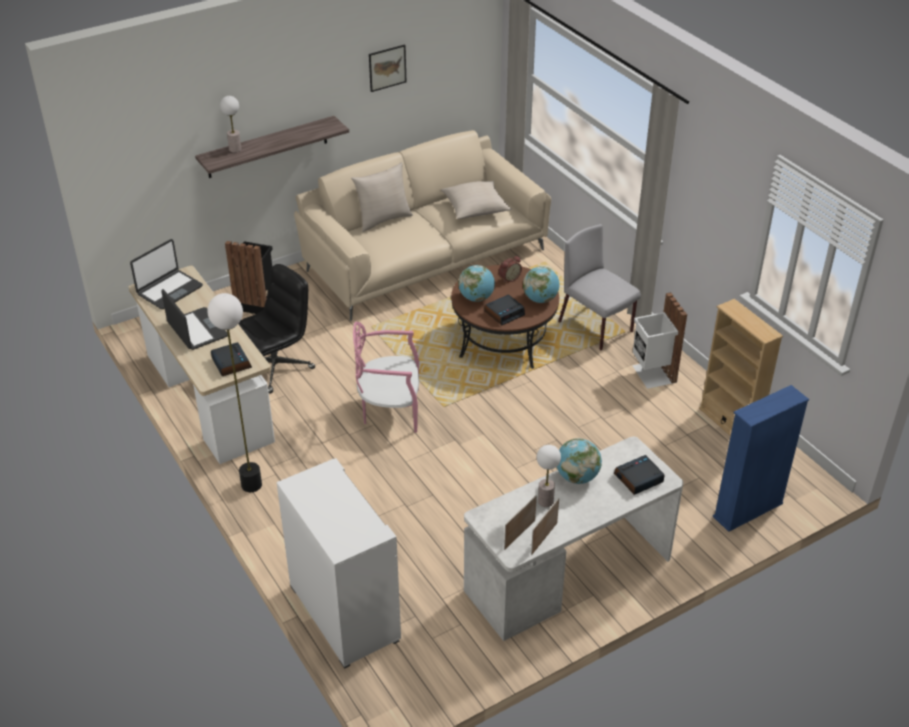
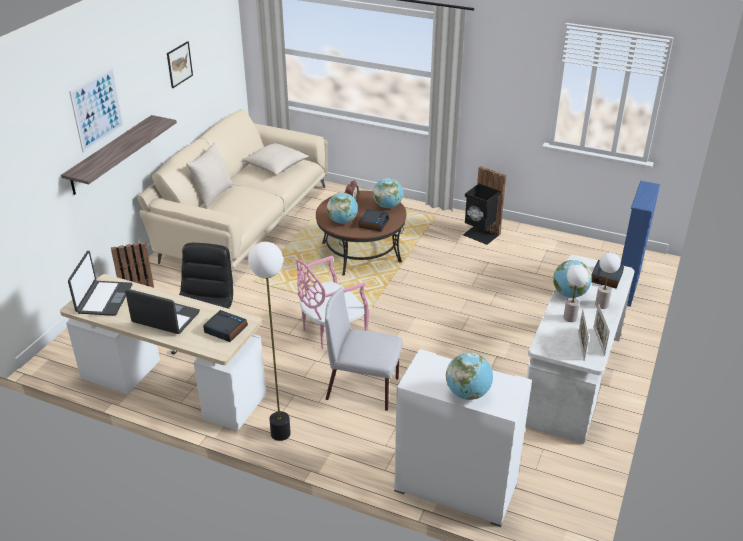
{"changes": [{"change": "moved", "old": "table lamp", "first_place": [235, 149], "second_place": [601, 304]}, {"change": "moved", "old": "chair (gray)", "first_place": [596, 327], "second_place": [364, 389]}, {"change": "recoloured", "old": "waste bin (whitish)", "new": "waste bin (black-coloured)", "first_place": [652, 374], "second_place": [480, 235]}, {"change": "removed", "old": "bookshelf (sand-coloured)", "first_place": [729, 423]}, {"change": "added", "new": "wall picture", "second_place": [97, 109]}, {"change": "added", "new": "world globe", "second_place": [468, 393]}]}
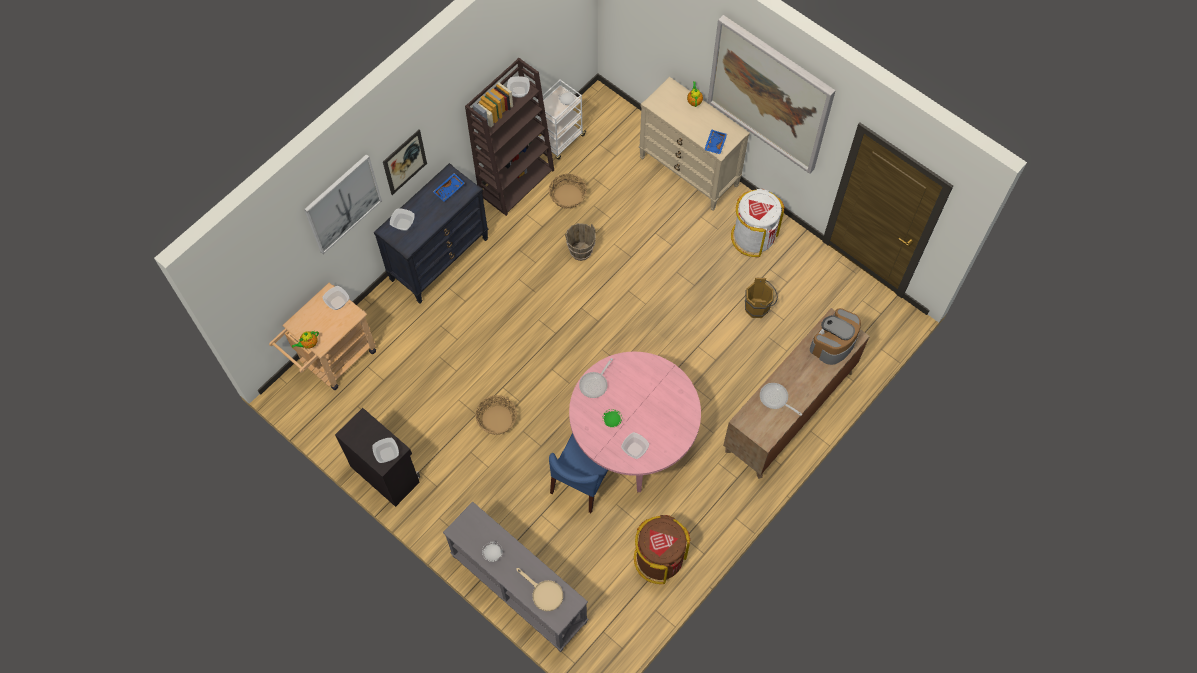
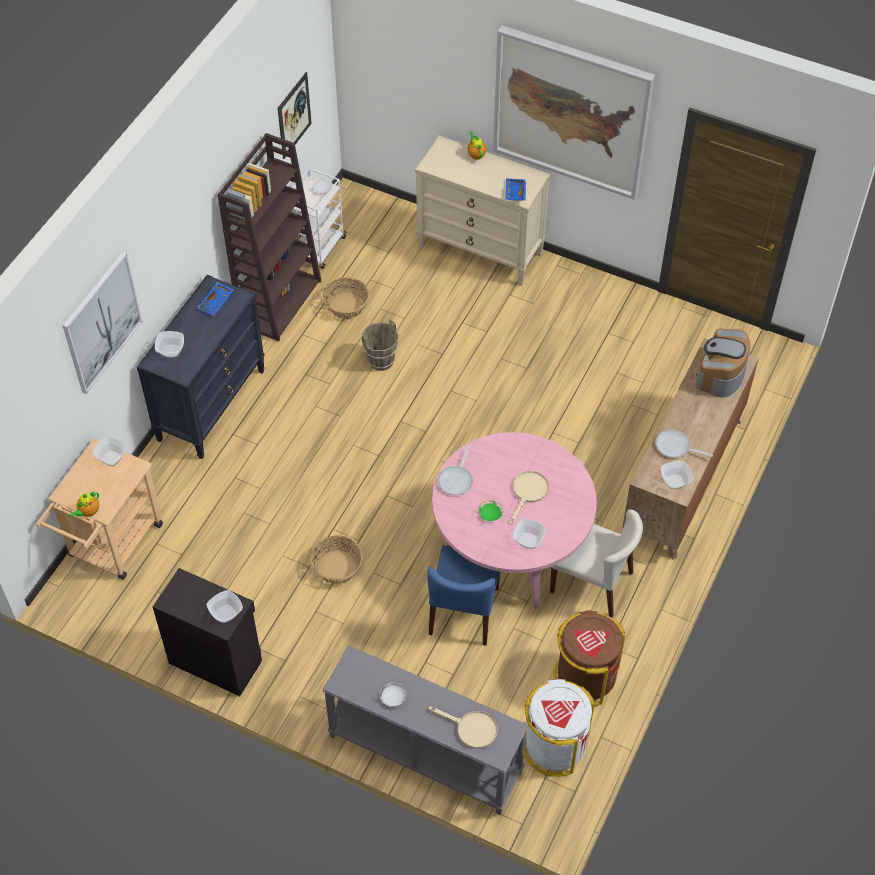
{"changes": [{"change": "moved", "old": "deep dish", "first_place": [518, 92], "second_place": [674, 481]}, {"change": "moved", "old": "wall picture", "first_place": [405, 162], "second_place": [294, 115]}, {"change": "moved", "old": "waste bin (whitish)", "first_place": [753, 236], "second_place": [554, 745]}, {"change": "removed", "old": "bucket (brownish)", "first_place": [758, 308]}, {"change": "added", "new": "frying pan (sand-coloured)", "second_place": [528, 493]}, {"change": "added", "new": "chair (sand-coloured)", "second_place": [592, 582]}]}
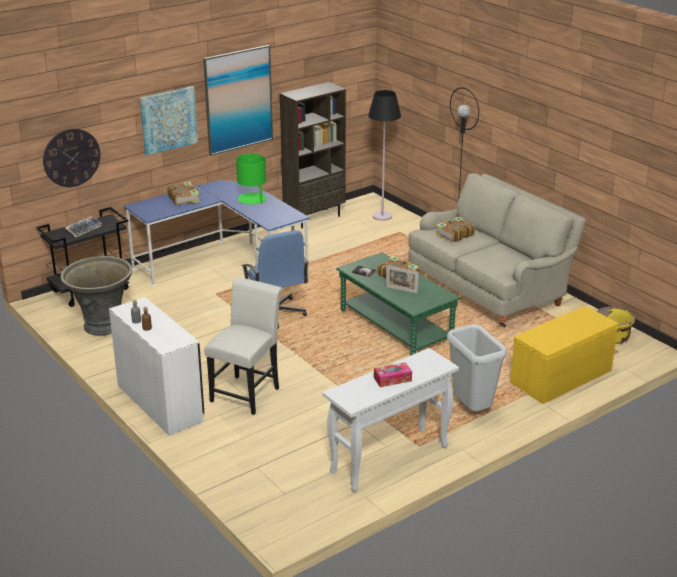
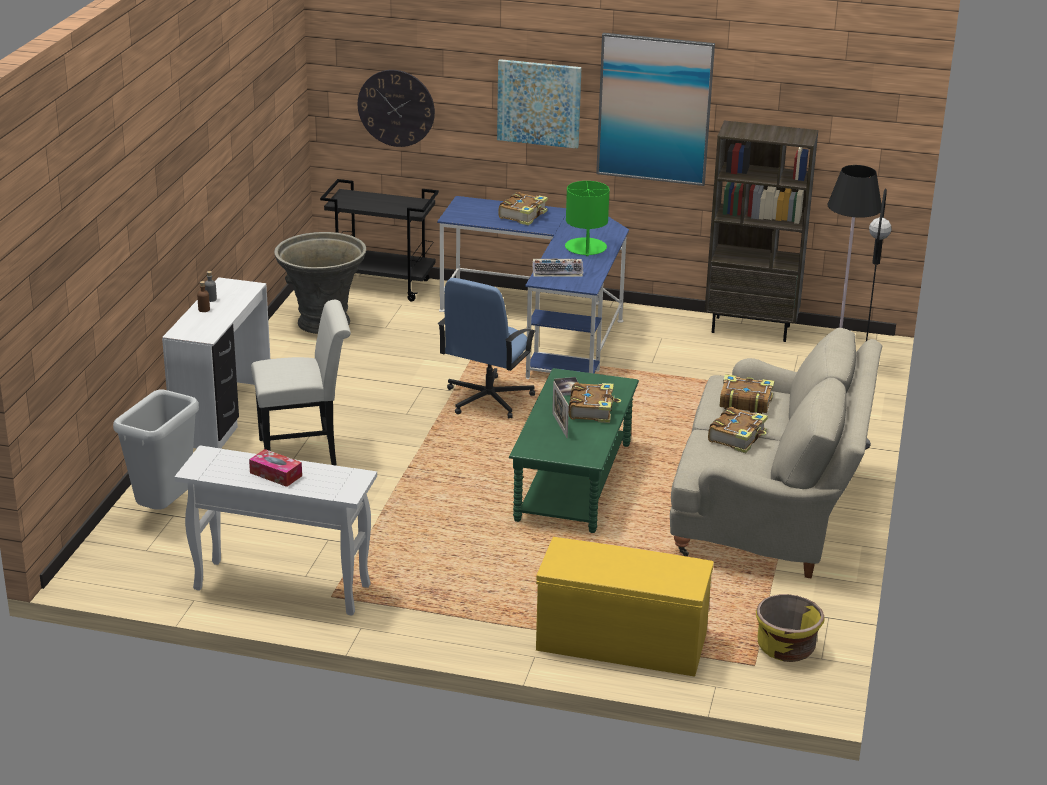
{"changes": [{"change": "moved", "old": "computer keyboard", "first_place": [84, 229], "second_place": [558, 271]}, {"change": "moved", "old": "waste bin (gray)", "first_place": [472, 410], "second_place": [165, 510]}, {"change": "added", "new": "volume", "second_place": [738, 437]}]}
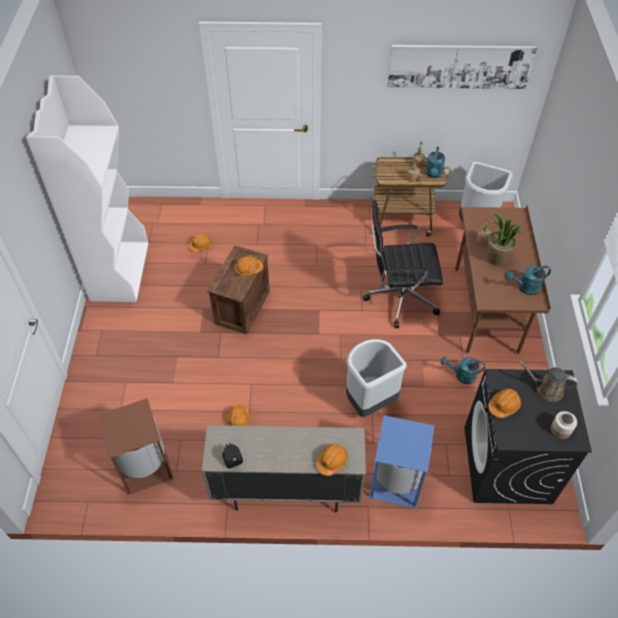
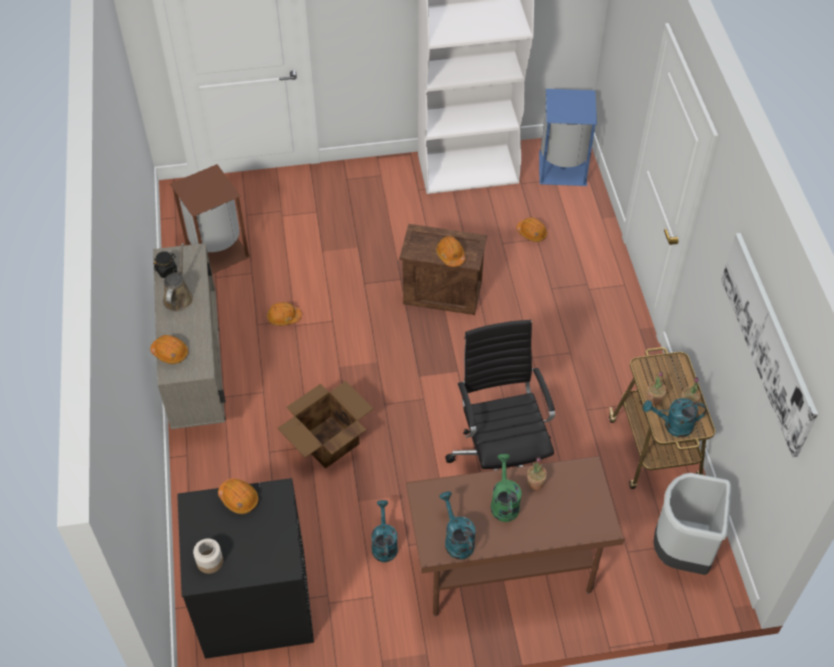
{"changes": [{"change": "replaced", "old": "plant in a pot", "new": "watering can (green)", "first_place": [496, 259], "second_place": [504, 502]}, {"change": "replaced", "old": "waste bin (gray)", "new": "cardboard box", "first_place": [369, 401], "second_place": [327, 442]}, {"change": "moved", "old": "watering can (brownish)", "first_place": [546, 389], "second_place": [178, 297]}, {"change": "moved", "old": "waste bin (bluish)", "first_place": [395, 480], "second_place": [563, 168]}]}
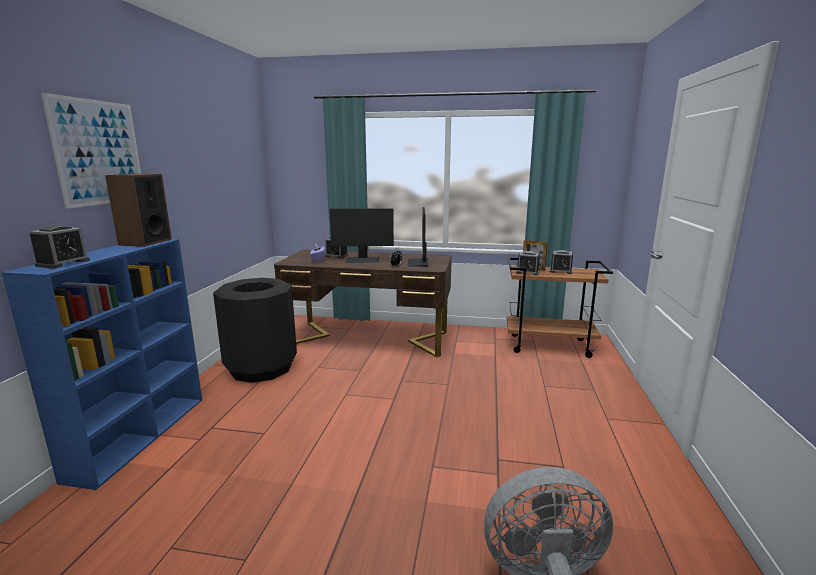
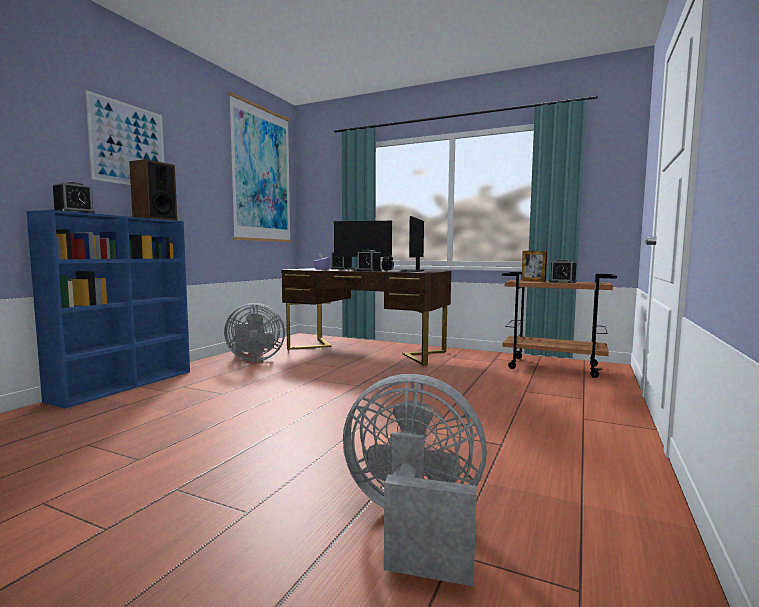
{"changes": [{"change": "moved", "old": "alarm clock", "first_place": [527, 272], "second_place": [369, 271]}, {"change": "replaced", "old": "waste bin (black-coloured)", "new": "electric fan (gray)", "first_place": [261, 368], "second_place": [254, 359]}, {"change": "added", "new": "wall picture", "second_place": [261, 175]}]}
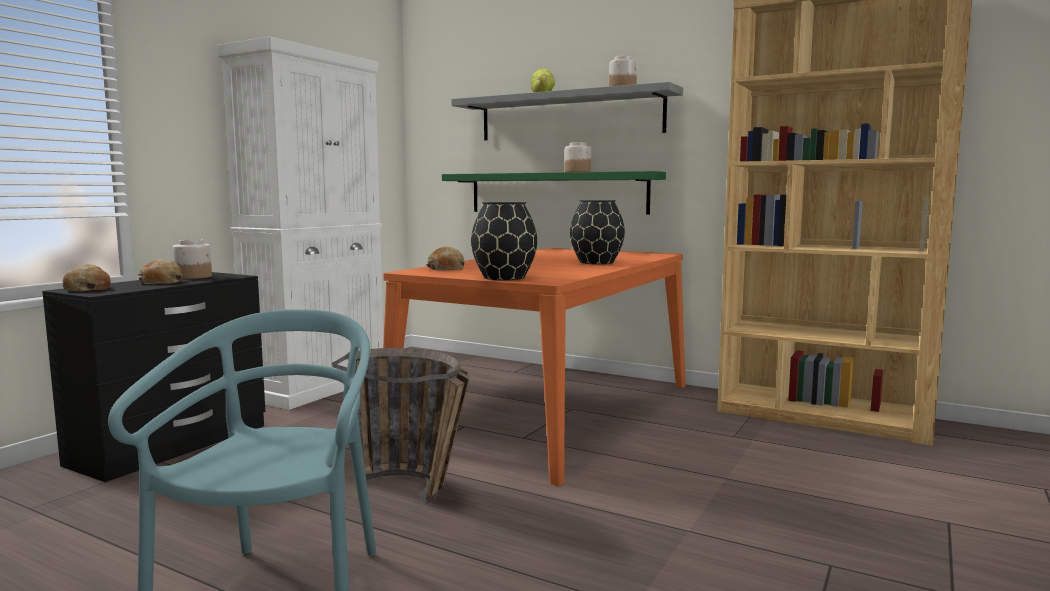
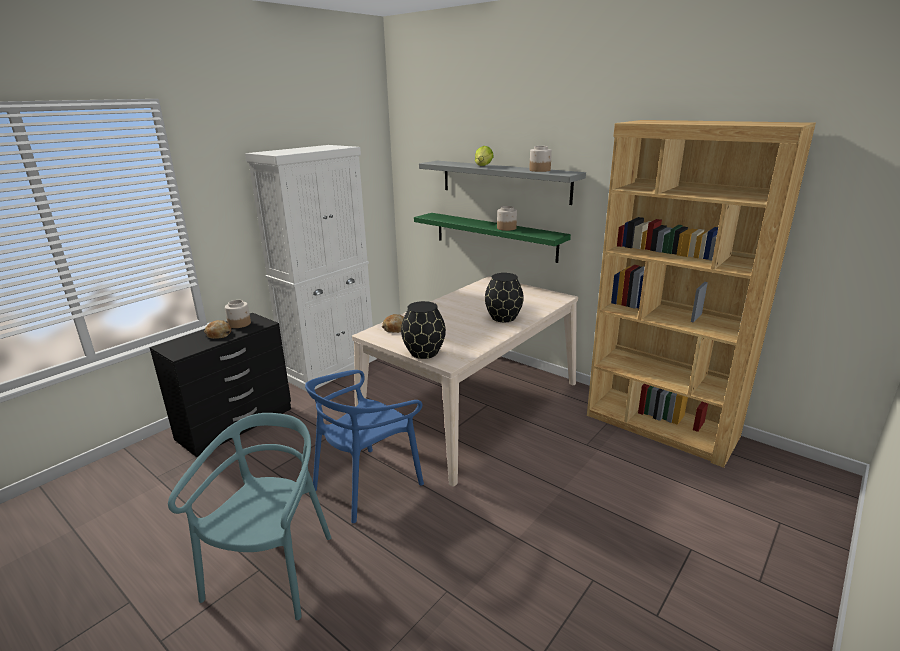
{"changes": [{"change": "recoloured", "old": "dinner table (orange)", "new": "dinner table (sand-coloured)", "first_place": [551, 411], "second_place": [473, 406]}, {"change": "removed", "old": "baked bread", "first_place": [87, 289]}, {"change": "replaced", "old": "storage basket", "new": "chair (bluish)", "first_place": [417, 492], "second_place": [367, 484]}]}
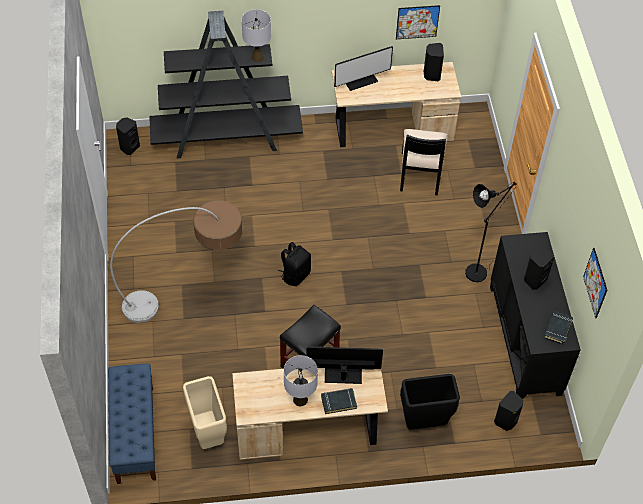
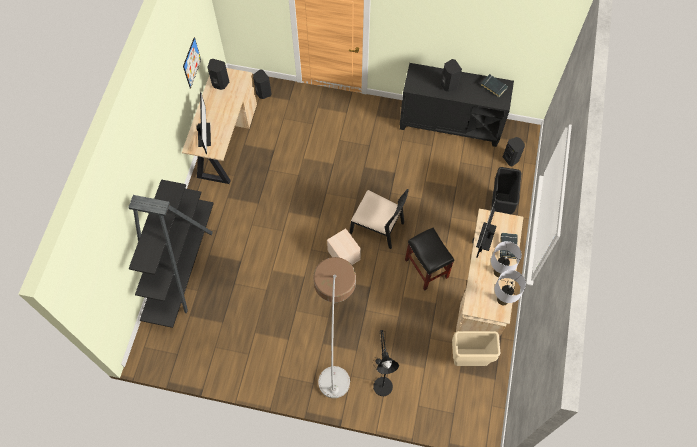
{"changes": [{"change": "moved", "old": "table lamp (gray)", "first_place": [257, 57], "second_place": [502, 299]}, {"change": "moved", "old": "loudspeaker (black-coloured)", "first_place": [129, 147], "second_place": [263, 93]}, {"change": "moved", "old": "chair (black-coloured)", "first_place": [420, 173], "second_place": [378, 227]}, {"change": "moved", "old": "standard lamp (black-coloured)", "first_place": [479, 270], "second_place": [381, 382]}, {"change": "replaced", "old": "knapsack (black-coloured)", "new": "storage container (sand-coloured)", "first_place": [295, 275], "second_place": [343, 255]}, {"change": "removed", "old": "wall picture", "first_place": [595, 283]}, {"change": "removed", "old": "indoor bench (bluish)", "first_place": [135, 434]}]}
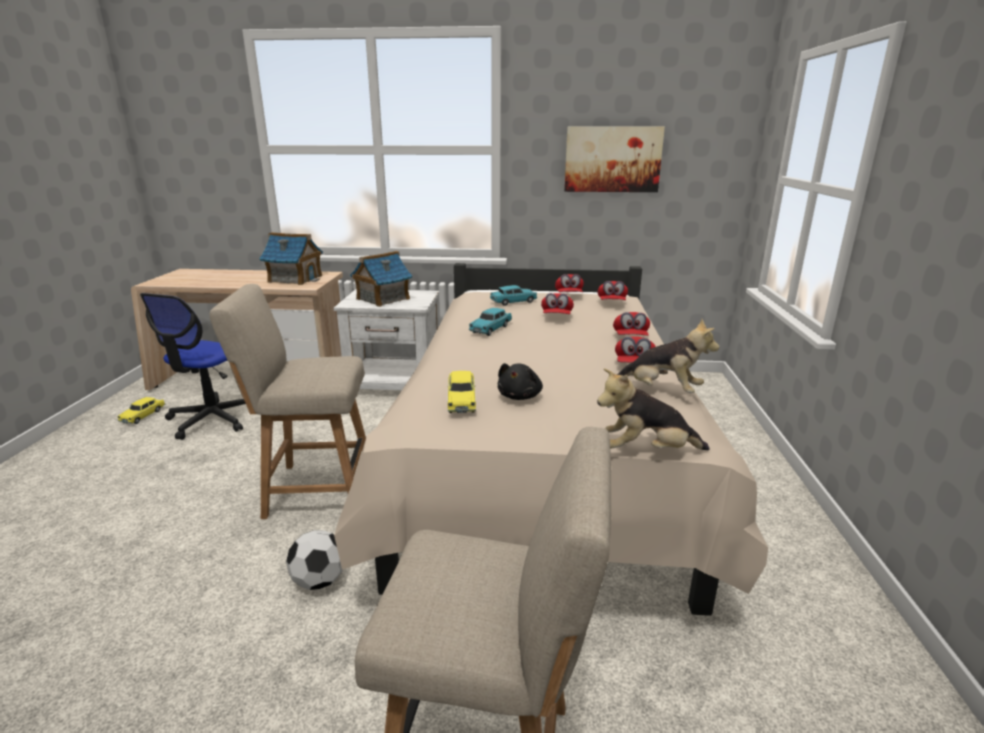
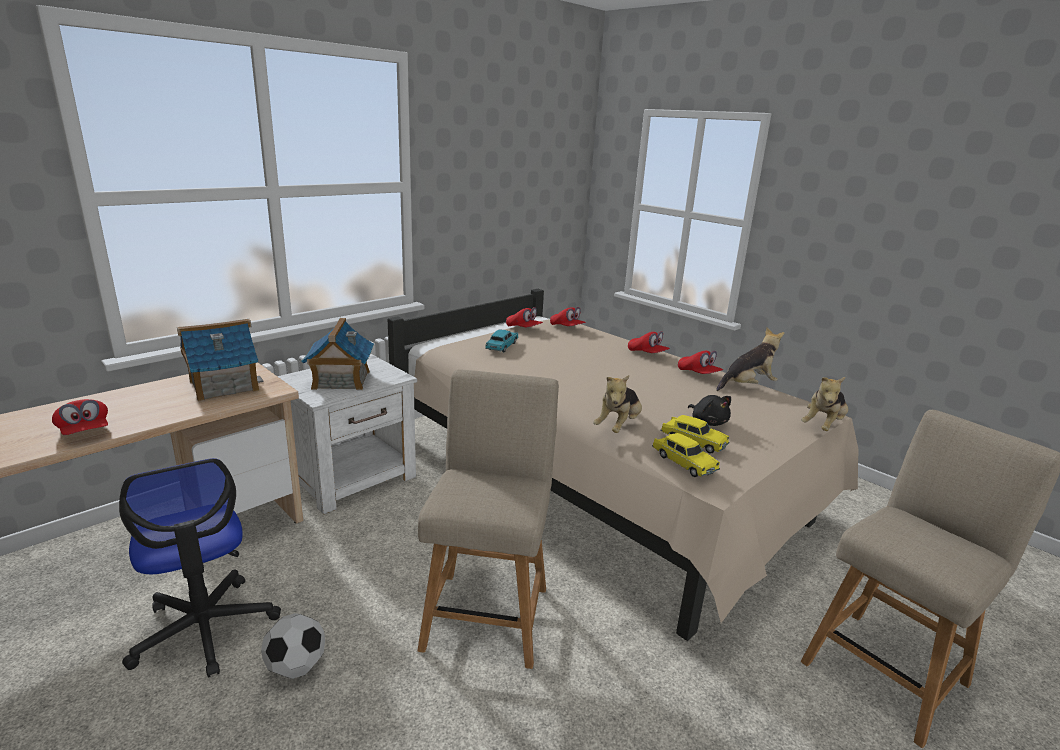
{"changes": [{"change": "removed", "old": "wall picture", "first_place": [612, 159]}, {"change": "turned", "old": "chair (sand-coloured)", "first_place": [314, 489], "second_place": [487, 612], "degrees": 150}, {"change": "moved", "old": "peaked cap (reddish)", "first_place": [556, 317], "second_place": [85, 432]}, {"change": "removed", "old": "model car (turquoise-coloured)", "first_place": [491, 329]}, {"change": "moved", "old": "model car (yellowish)", "first_place": [143, 416], "second_place": [683, 463]}, {"change": "moved", "old": "football", "first_place": [319, 581], "second_place": [296, 667]}, {"change": "added", "new": "cuddly toy", "second_place": [618, 426]}]}
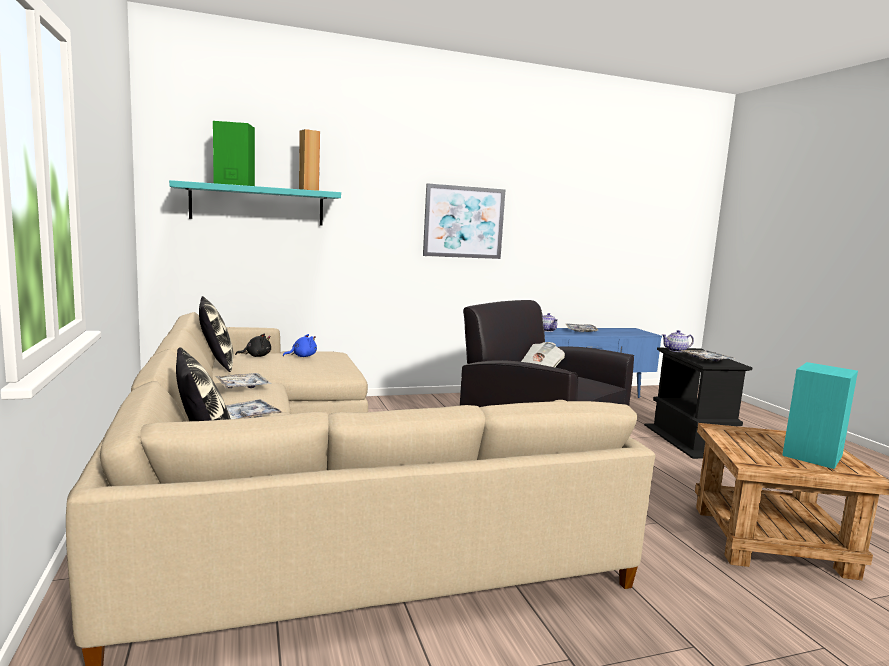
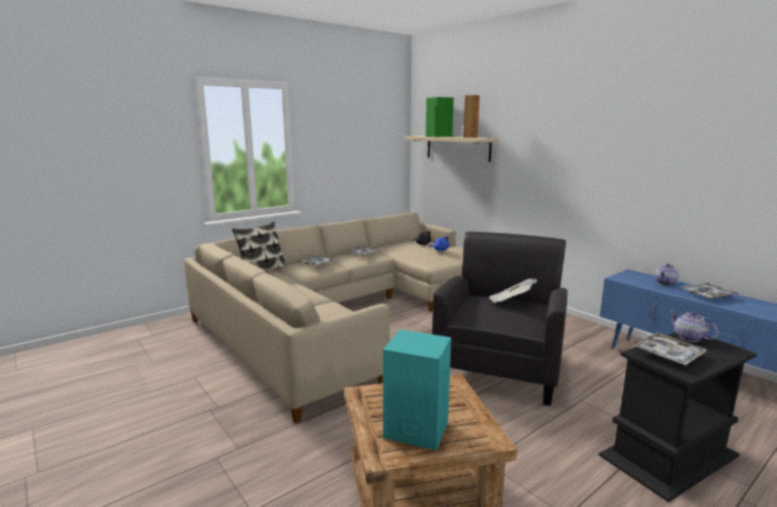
{"changes": [{"change": "recoloured", "old": "bracket shelf (turquoise-coloured)", "new": "bracket shelf (sand-coloured)", "first_place": [258, 205], "second_place": [457, 148]}, {"change": "removed", "old": "wall picture", "first_place": [463, 222]}, {"change": "removed", "old": "cushion", "first_place": [216, 364]}]}
